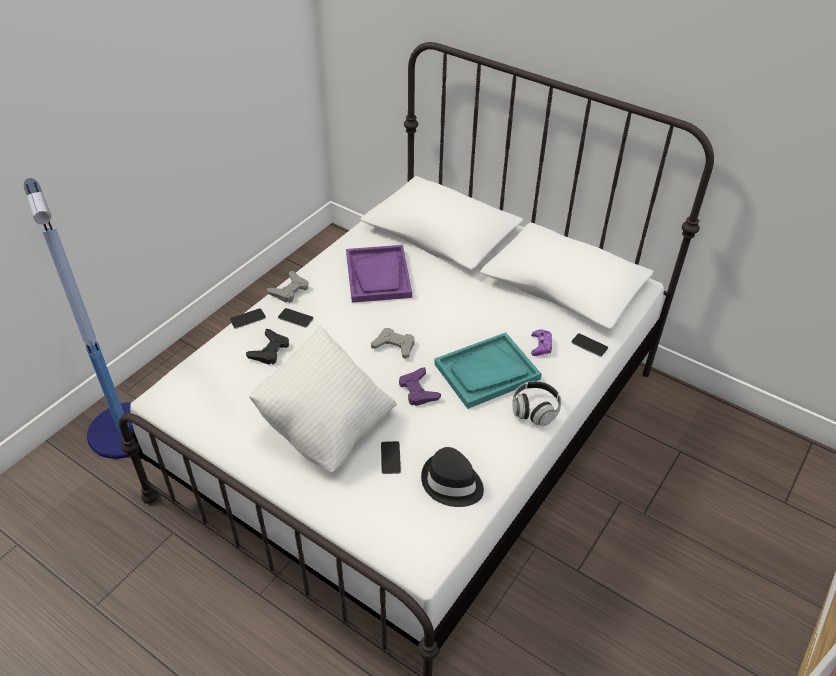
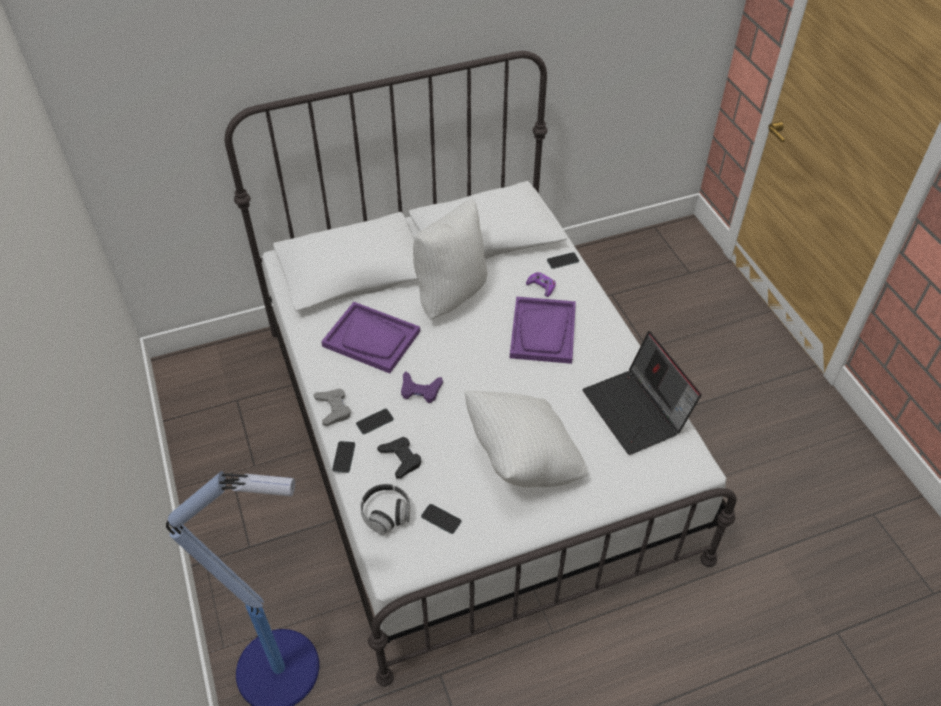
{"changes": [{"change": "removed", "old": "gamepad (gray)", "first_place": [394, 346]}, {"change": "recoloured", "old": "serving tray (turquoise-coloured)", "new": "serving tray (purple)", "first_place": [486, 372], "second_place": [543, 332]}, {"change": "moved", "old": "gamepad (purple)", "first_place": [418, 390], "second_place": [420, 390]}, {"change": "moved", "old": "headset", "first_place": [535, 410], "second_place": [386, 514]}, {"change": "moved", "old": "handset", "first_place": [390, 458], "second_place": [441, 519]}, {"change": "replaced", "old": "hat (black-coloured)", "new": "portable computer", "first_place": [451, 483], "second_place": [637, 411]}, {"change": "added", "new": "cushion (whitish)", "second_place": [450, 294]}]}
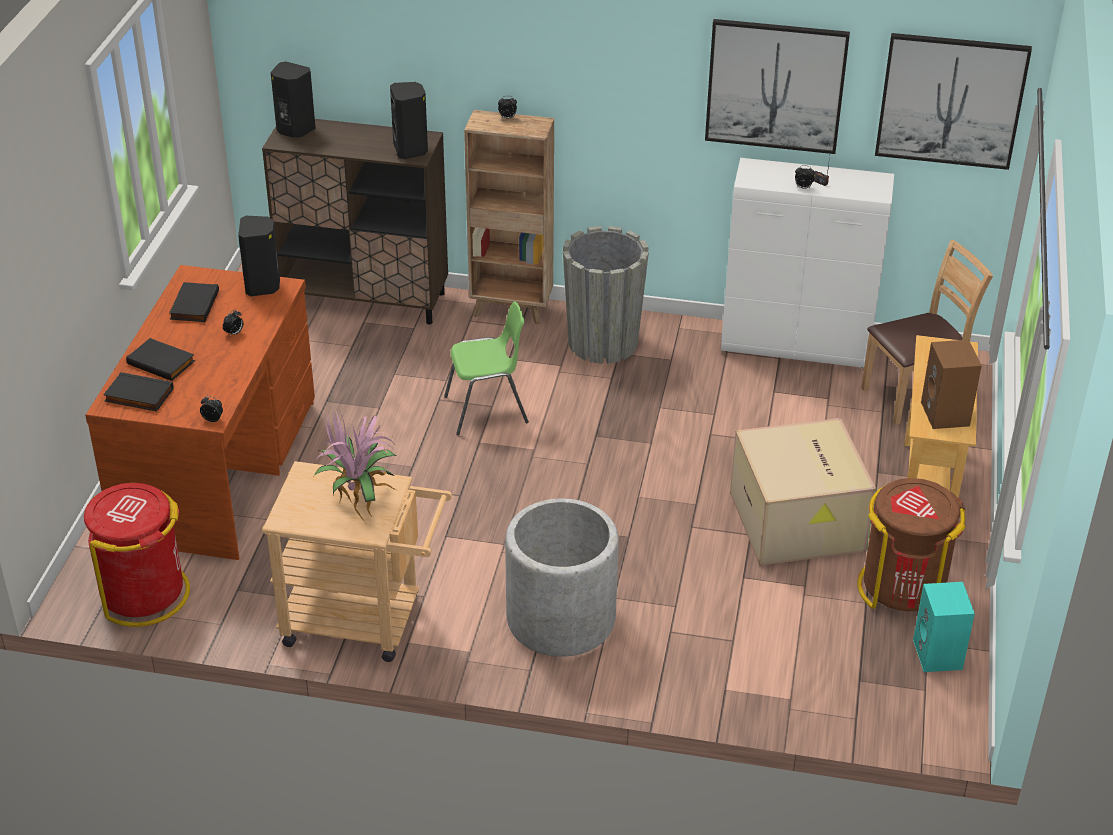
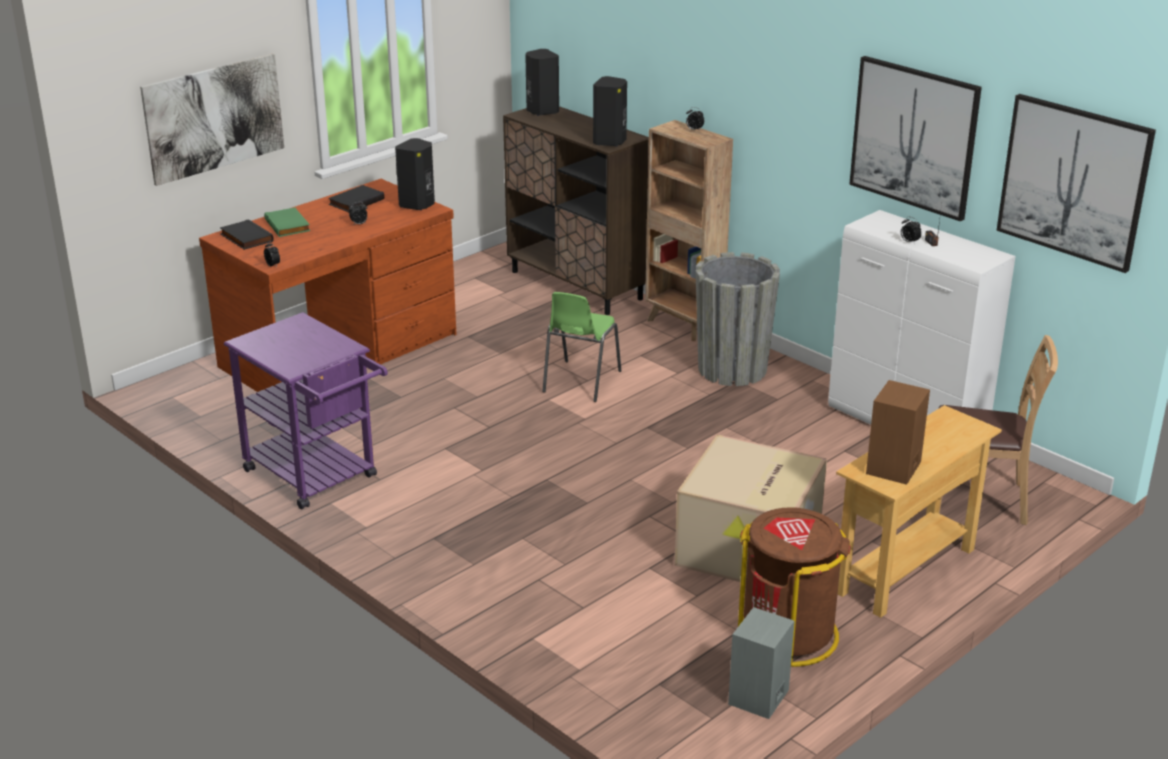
{"changes": [{"change": "turned", "old": "chair (green)", "first_place": [487, 410], "second_place": [580, 382], "degrees": 90}, {"change": "recoloured", "old": "volume (black-coloured)", "new": "volume (green)", "first_place": [162, 362], "second_place": [288, 225]}, {"change": "removed", "old": "plant in a pot", "first_place": [359, 497]}, {"change": "recoloured", "old": "wheeled cart (sand-coloured)", "new": "wheeled cart (purple)", "first_place": [364, 621], "second_place": [317, 477]}, {"change": "removed", "old": "waste bin (reddish)", "first_place": [144, 594]}, {"change": "removed", "old": "planter (gray)", "first_place": [561, 618]}, {"change": "recoloured", "old": "loudspeaker (turquoise-coloured)", "new": "loudspeaker (gray)", "first_place": [939, 655], "second_place": [759, 698]}, {"change": "added", "new": "wall picture", "second_place": [214, 118]}]}
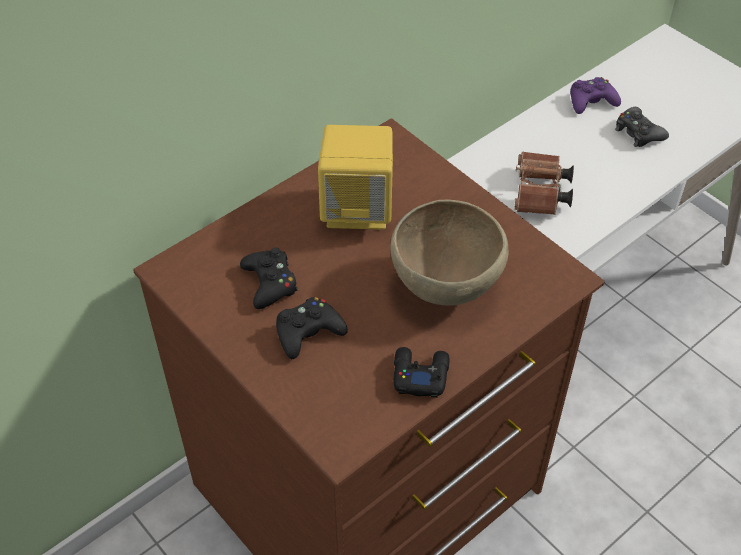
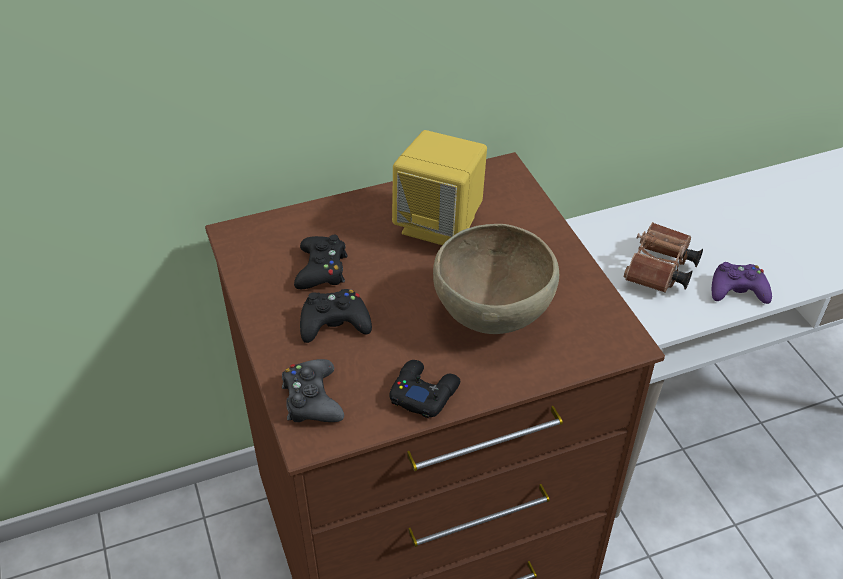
{"changes": [{"change": "moved", "old": "gamepad (purple)", "first_place": [591, 101], "second_place": [737, 290]}, {"change": "moved", "old": "gamepad (black-coloured)", "first_place": [638, 133], "second_place": [312, 399]}]}
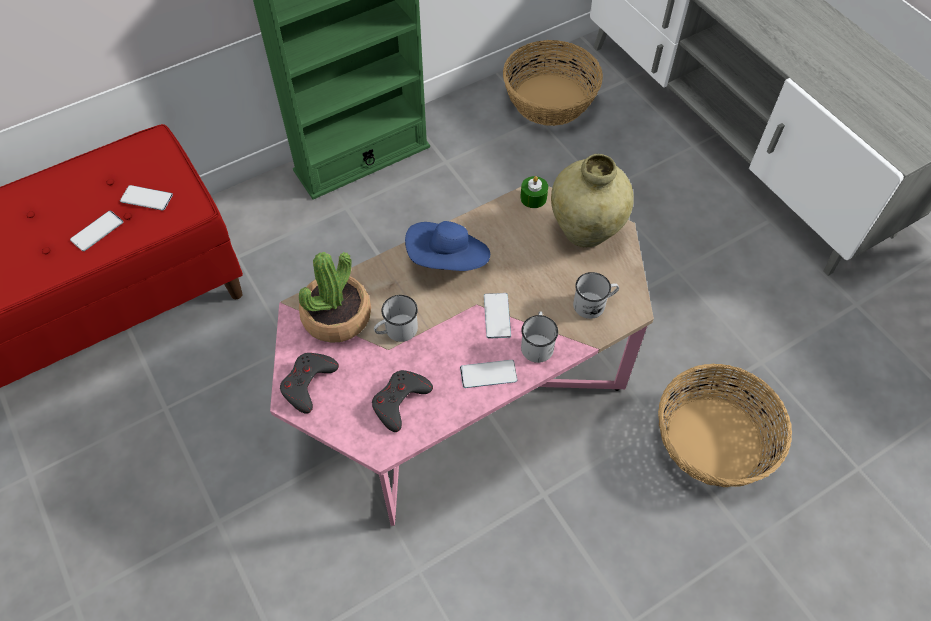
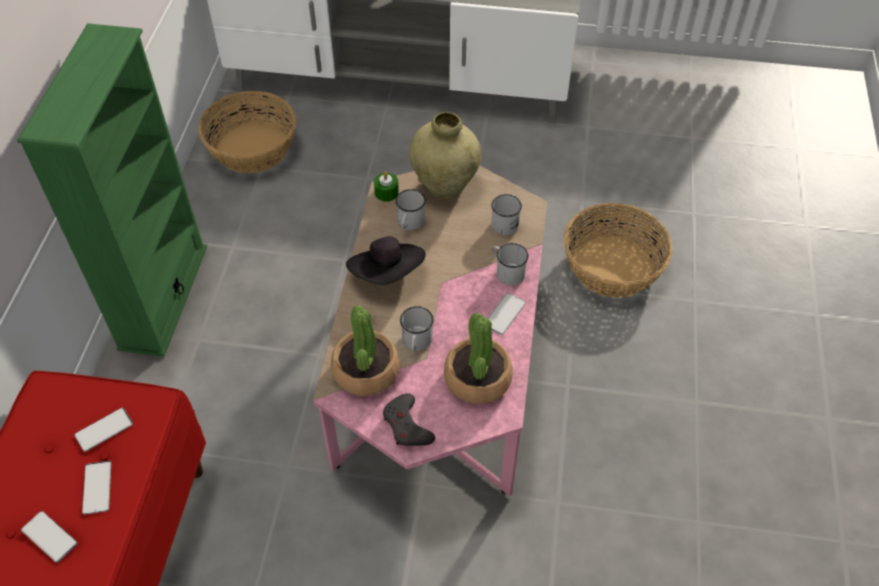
{"changes": [{"change": "recoloured", "old": "hat (bluish)", "new": "hat (black-coloured)", "first_place": [448, 260], "second_place": [388, 274]}, {"change": "moved", "old": "handset", "first_place": [497, 316], "second_place": [49, 537]}, {"change": "replaced", "old": "gamepad (gray)", "new": "plant in a pot", "first_place": [400, 401], "second_place": [477, 378]}, {"change": "added", "new": "tea mug (whitish)", "second_place": [409, 224]}]}
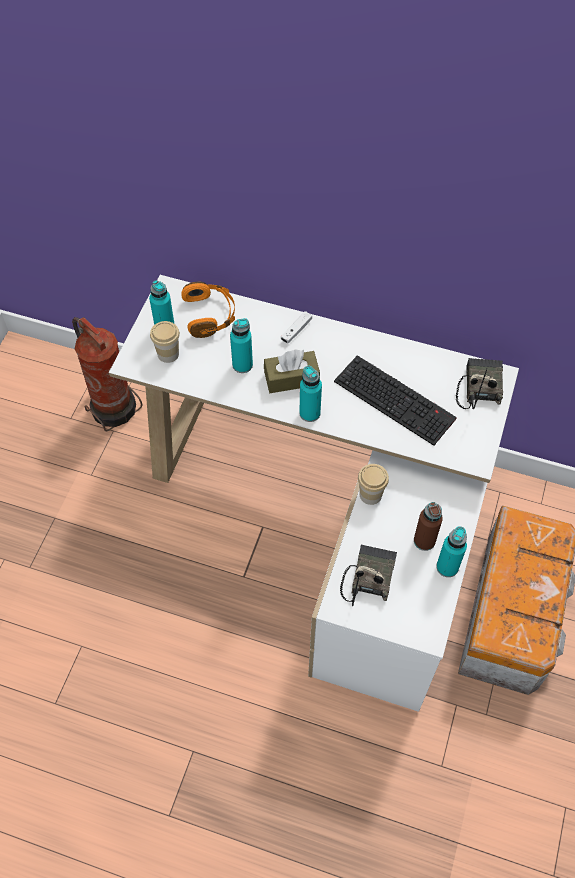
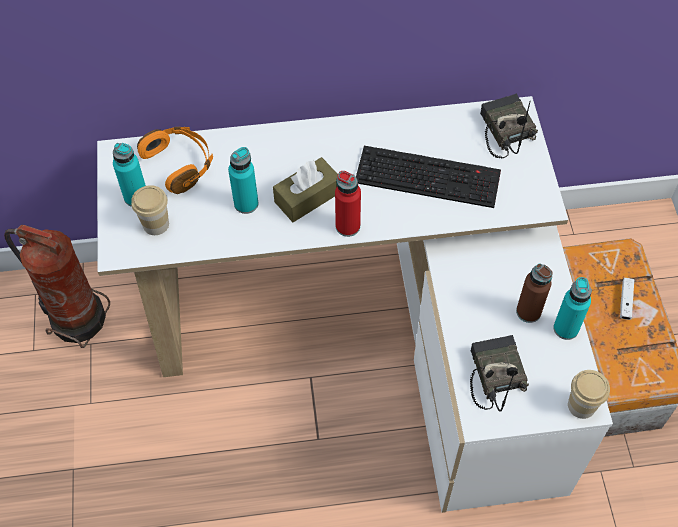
{"changes": [{"change": "moved", "old": "gamepad (whitish)", "first_place": [296, 330], "second_place": [625, 301]}, {"change": "recoloured", "old": "bottle (turquoise-coloured)", "new": "bottle (reddish)", "first_place": [309, 413], "second_place": [347, 226]}, {"change": "moved", "old": "cup", "first_place": [370, 494], "second_place": [581, 405]}]}
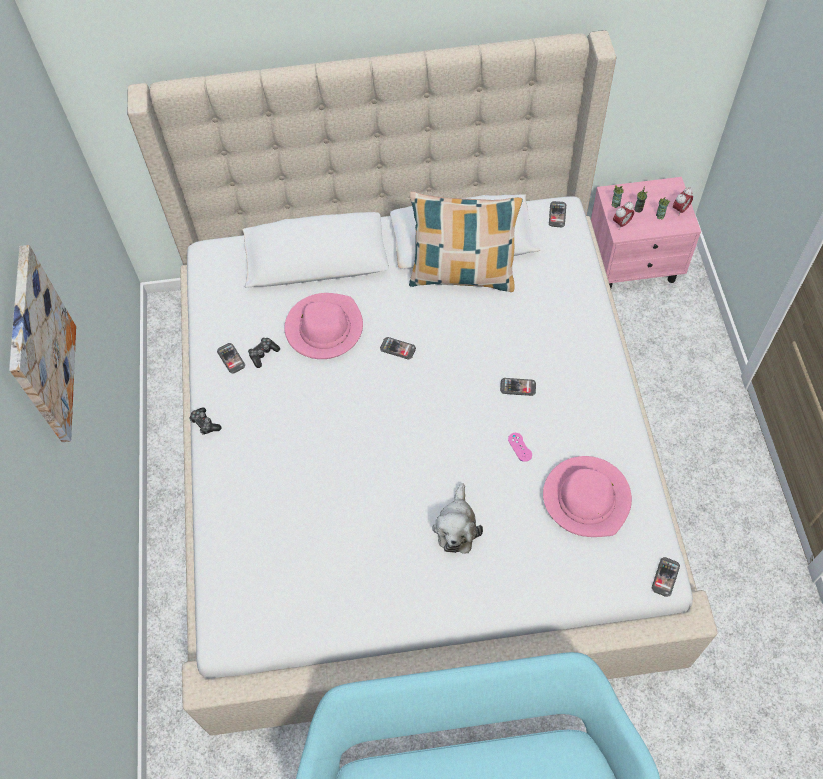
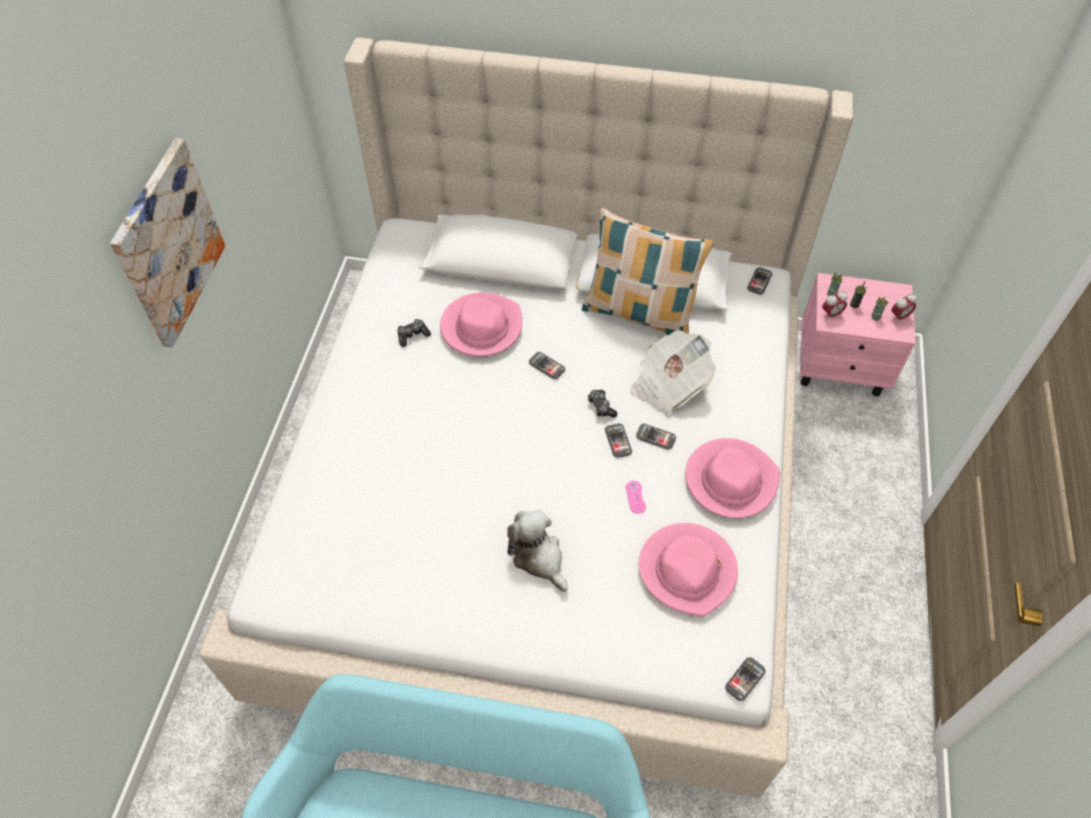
{"changes": [{"change": "moved", "old": "handset", "first_place": [231, 358], "second_place": [618, 441]}, {"change": "moved", "old": "gamepad", "first_place": [205, 424], "second_place": [601, 407]}, {"change": "turned", "old": "cuddly toy", "first_place": [456, 527], "second_place": [539, 557], "degrees": 120}, {"change": "added", "new": "newspaper", "second_place": [669, 384]}, {"change": "added", "new": "hat (pink)", "second_place": [730, 480]}]}
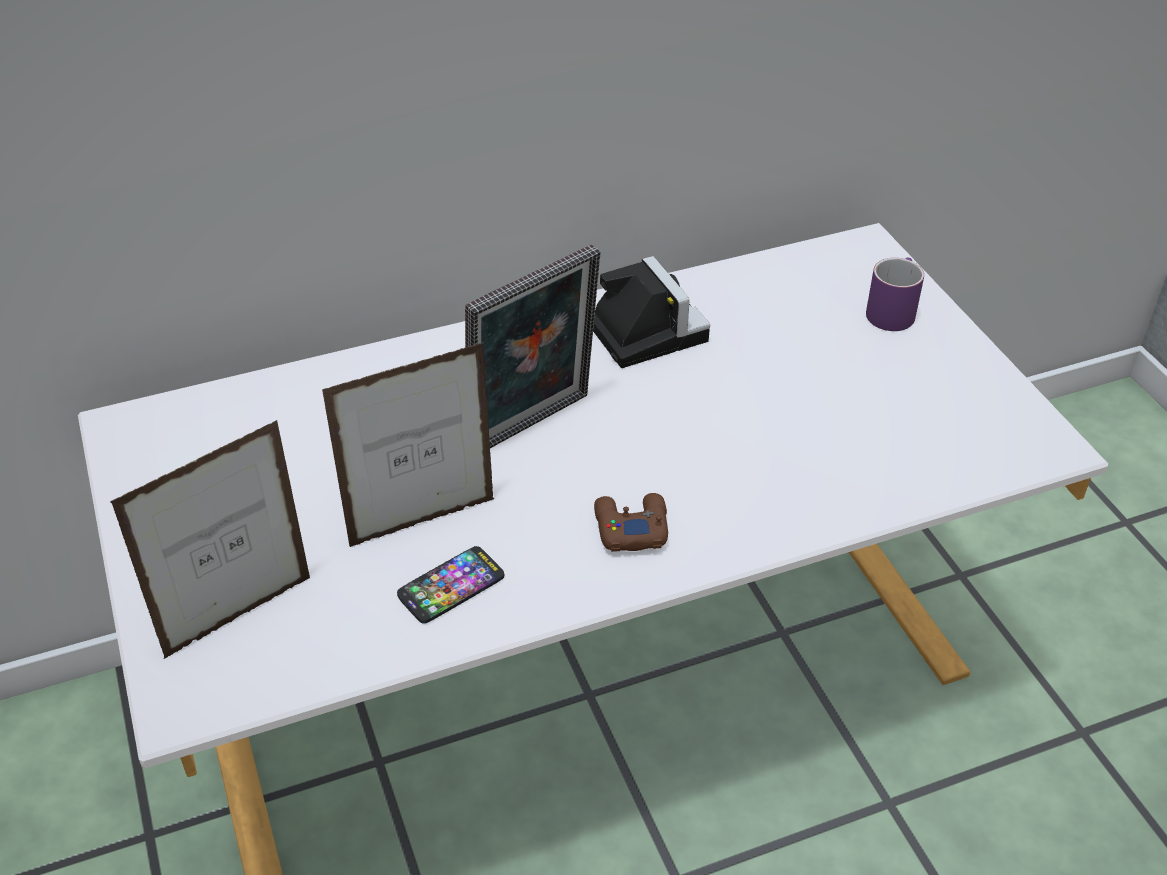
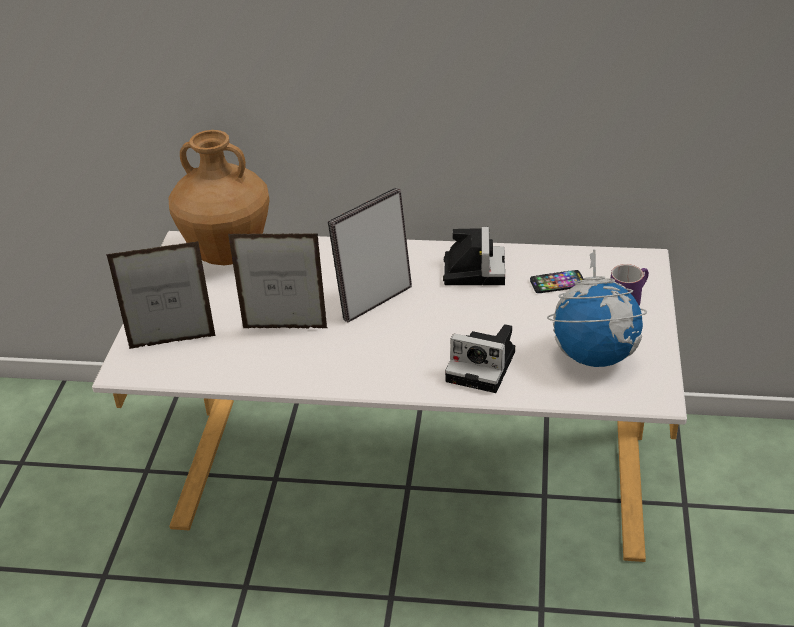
{"changes": [{"change": "turned", "old": "standing frame", "first_place": [533, 427], "second_place": [374, 301], "degrees": 150}, {"change": "removed", "old": "gamepad (brownish)", "first_place": [630, 527]}, {"change": "moved", "old": "handset", "first_place": [451, 586], "second_place": [557, 283]}, {"change": "added", "new": "decorative vase (brownish)", "second_place": [228, 254]}, {"change": "added", "new": "world globe", "second_place": [595, 355]}, {"change": "added", "new": "photo camera", "second_place": [484, 366]}]}
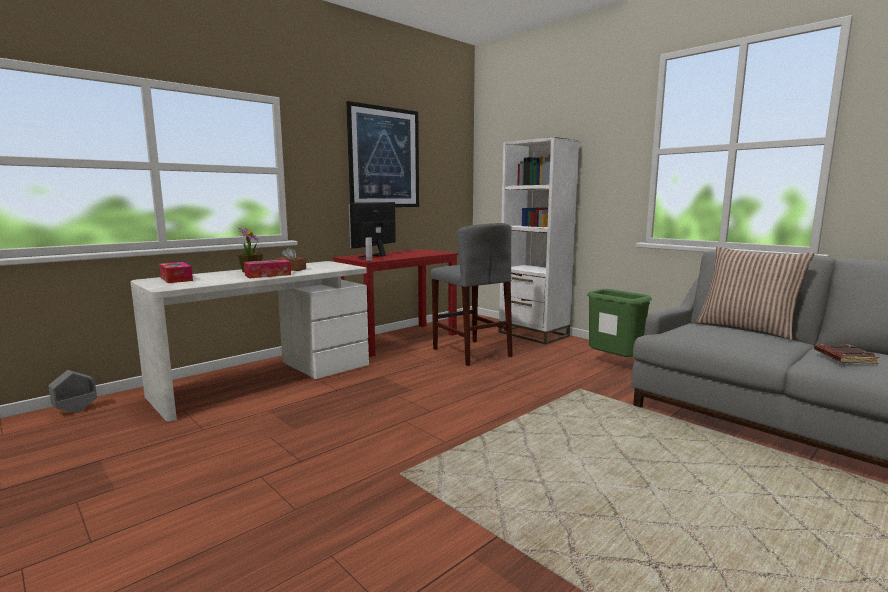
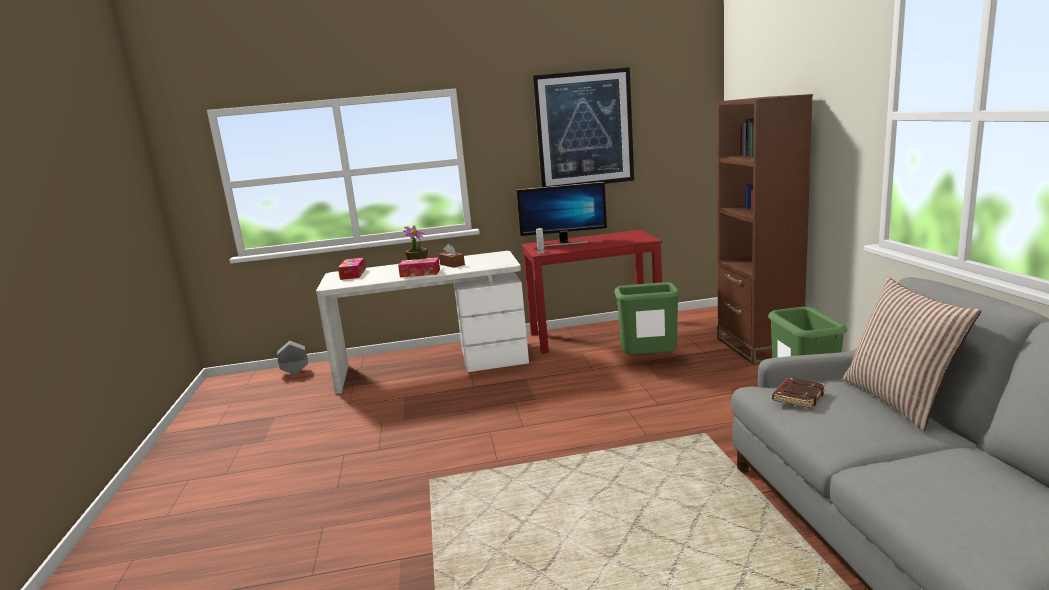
{"changes": [{"change": "recoloured", "old": "bookshelf (whitish)", "new": "bookshelf (brownish)", "first_place": [533, 334], "second_place": [758, 347]}, {"change": "turned", "old": "monitor", "first_place": [375, 255], "second_place": [564, 243], "degrees": -150}, {"change": "replaced", "old": "sitting stool (gray)", "new": "waste bin (green)", "first_place": [471, 352], "second_place": [648, 363]}, {"change": "moved", "old": "volume (brownish)", "first_place": [843, 357], "second_place": [798, 396]}]}
